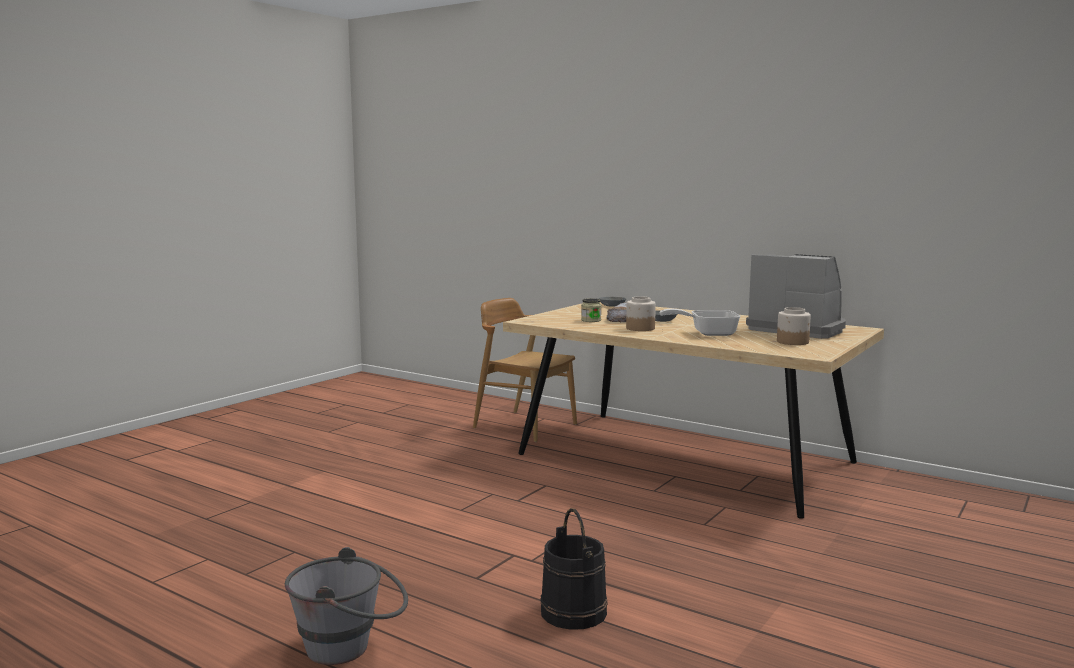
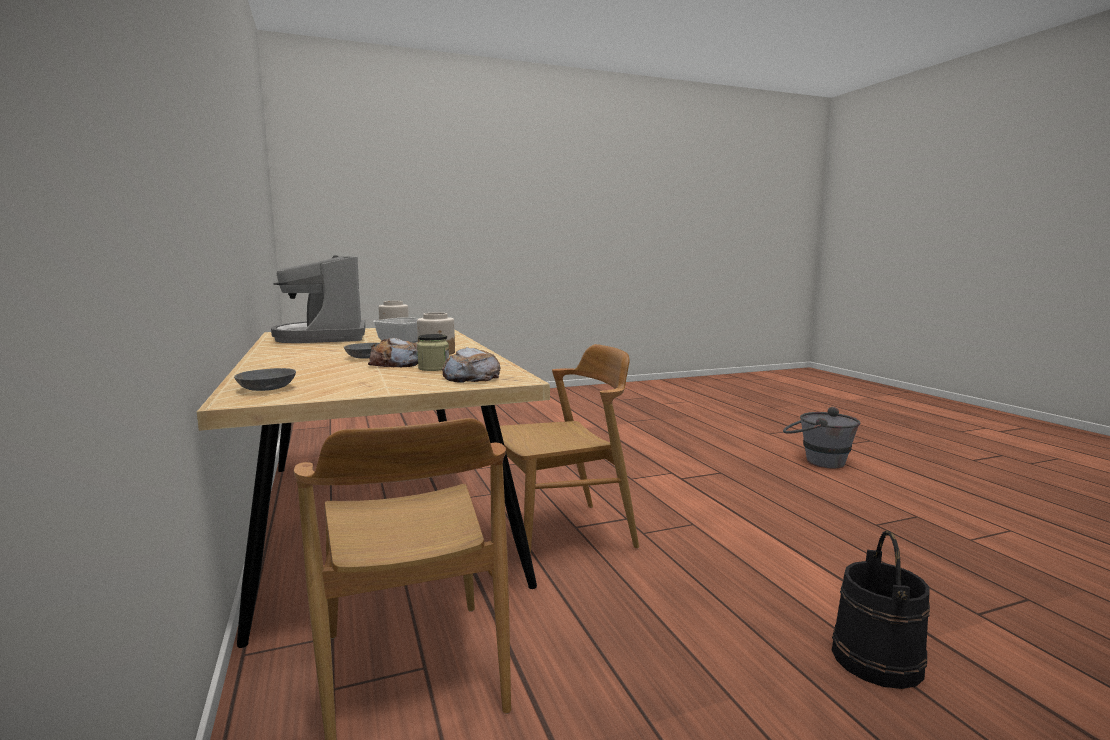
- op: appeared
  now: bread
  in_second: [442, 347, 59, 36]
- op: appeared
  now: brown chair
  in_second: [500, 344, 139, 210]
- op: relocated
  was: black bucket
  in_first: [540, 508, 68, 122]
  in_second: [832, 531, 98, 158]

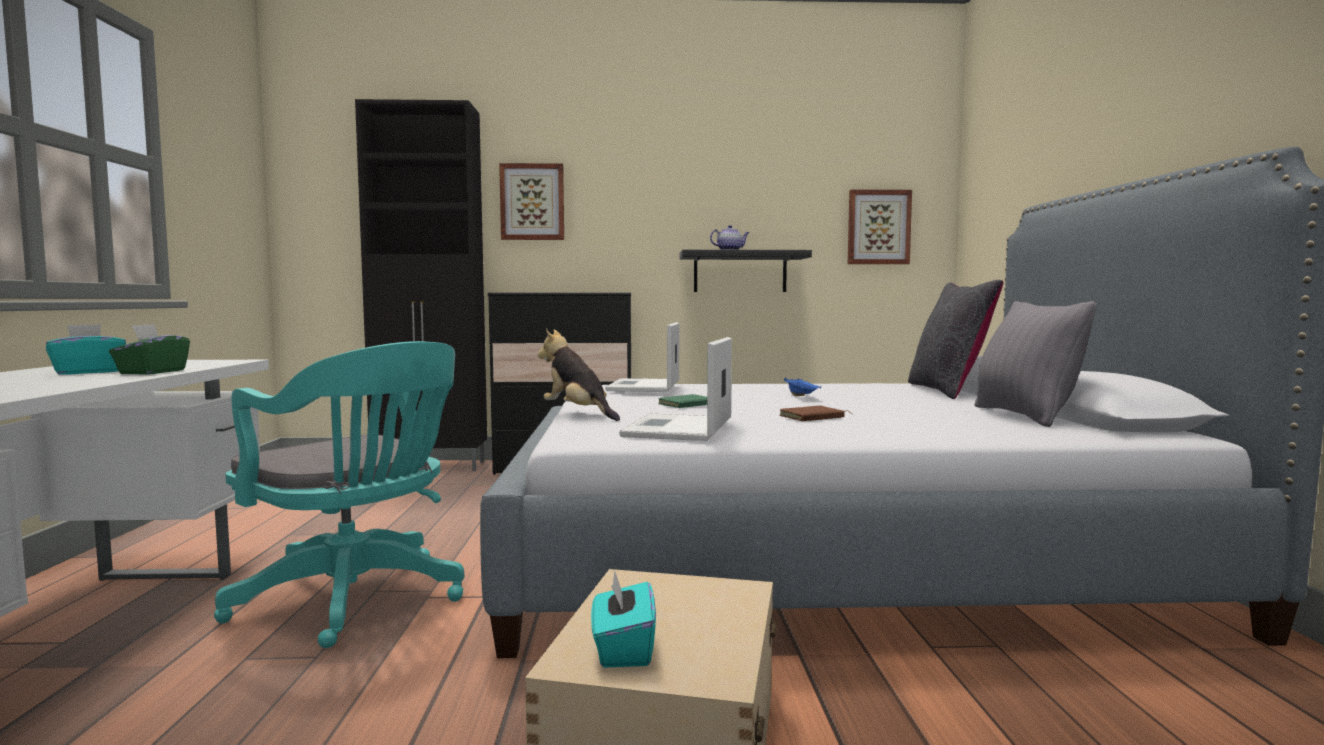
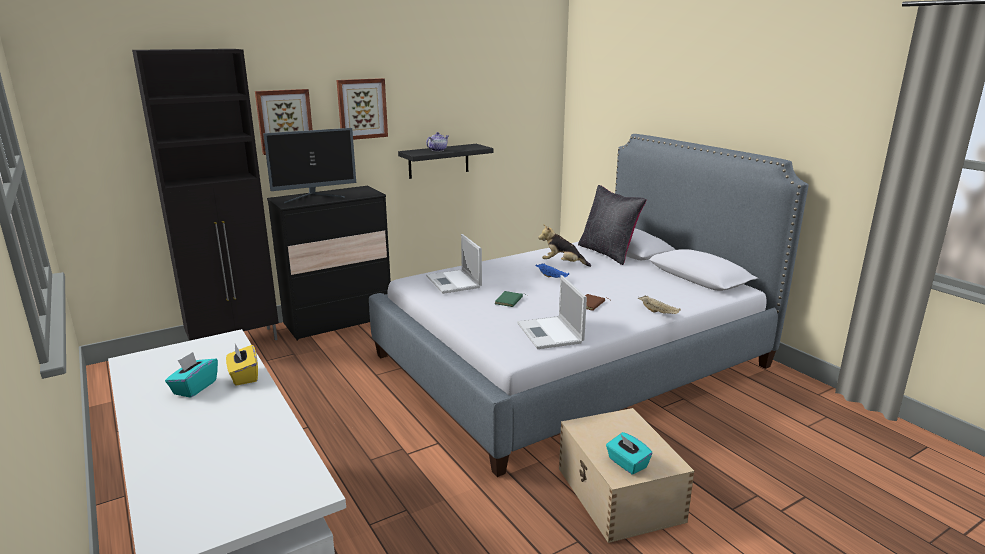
- op: missing
  was: turquoise office chair
  in_first: [214, 341, 250, 307]
- op: missing
  was: grey pillow
  in_first: [974, 301, 123, 126]
- op: appeared
  now: monitor
  in_second: [263, 128, 93, 75]
- op: appeared
  now: beige tray
  in_second: [638, 296, 43, 18]
- op: relocated
  was: plush toy
  in_first: [538, 328, 82, 93]
  in_second: [538, 224, 53, 43]
- op: relocated
  was: picture
  in_first: [848, 190, 64, 74]
  in_second: [337, 78, 51, 62]
- op: colour
  was: green tissue box
  now: yellow tissue box
  in_first: [109, 324, 81, 50]
  in_second: [226, 344, 32, 42]

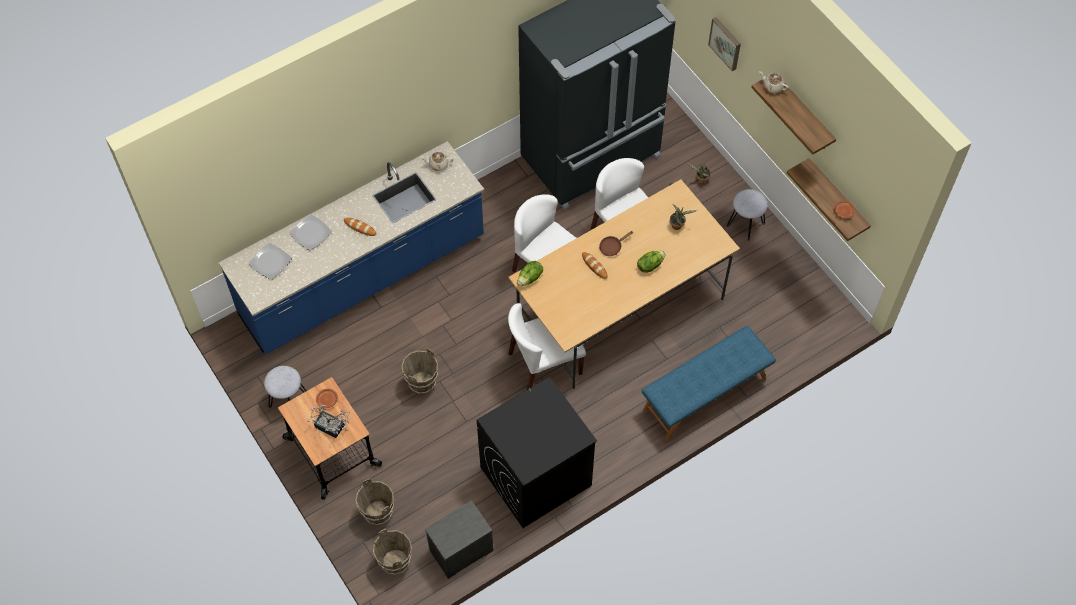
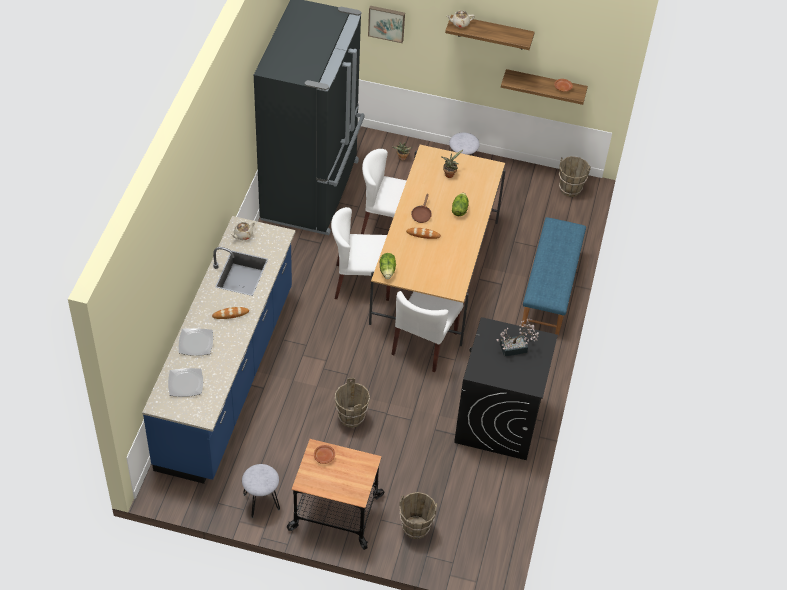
- op: missing
  was: nightstand
  in_first: [425, 500, 69, 79]
- op: relocated
  was: potted plant
  in_first: [307, 405, 43, 33]
  in_second: [496, 319, 43, 38]
- op: relocated
  was: brown bucket
  in_first: [373, 528, 39, 47]
  in_second: [559, 156, 32, 41]

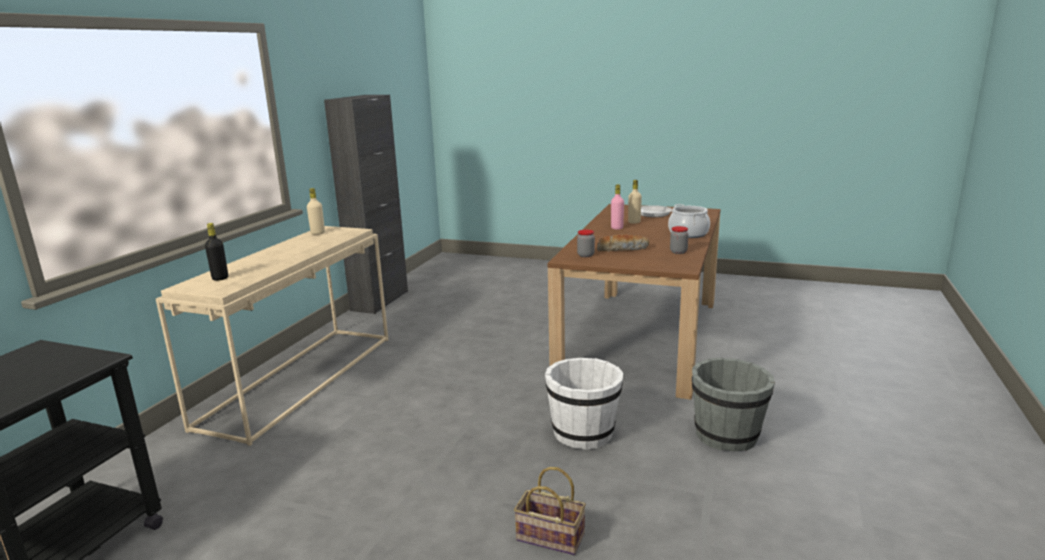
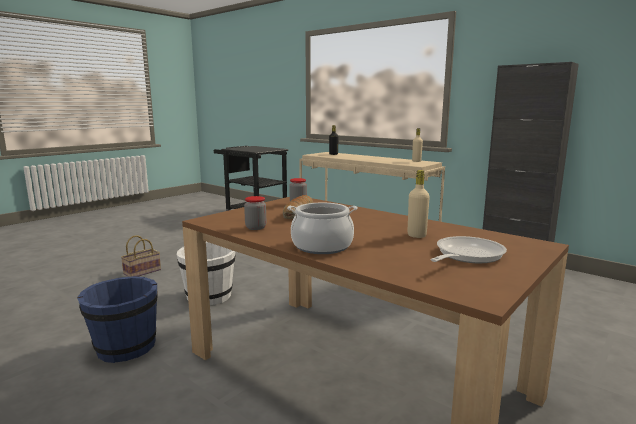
- op: missing
  was: pink bottle
  in_first: [611, 184, 13, 46]
- op: colour
  was: grey bucket
  now: blue bucket
  in_first: [692, 357, 83, 94]
  in_second: [77, 276, 81, 87]

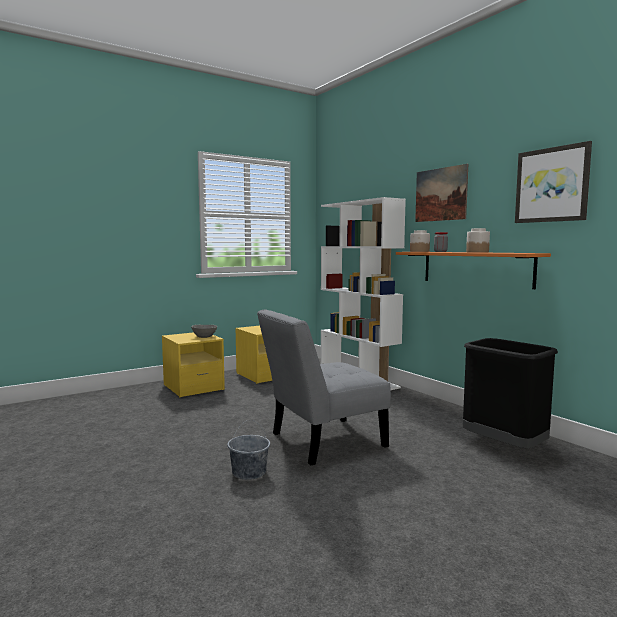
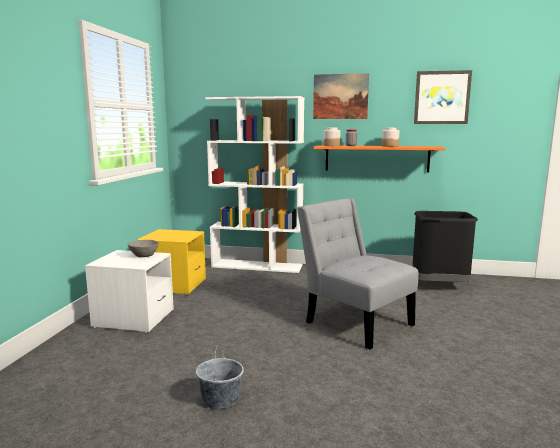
- op: relocated
  was: grey bucket
  in_first: [227, 420, 43, 60]
  in_second: [195, 345, 49, 64]
- op: colour
  was: yellow nightstand
  now: white nightstand
  in_first: [162, 332, 63, 66]
  in_second: [85, 250, 89, 83]
- op: spun
  was: grey chair
  in_first: [257, 309, 134, 157]
  in_second: [297, 198, 121, 152]
  clockwise: 120

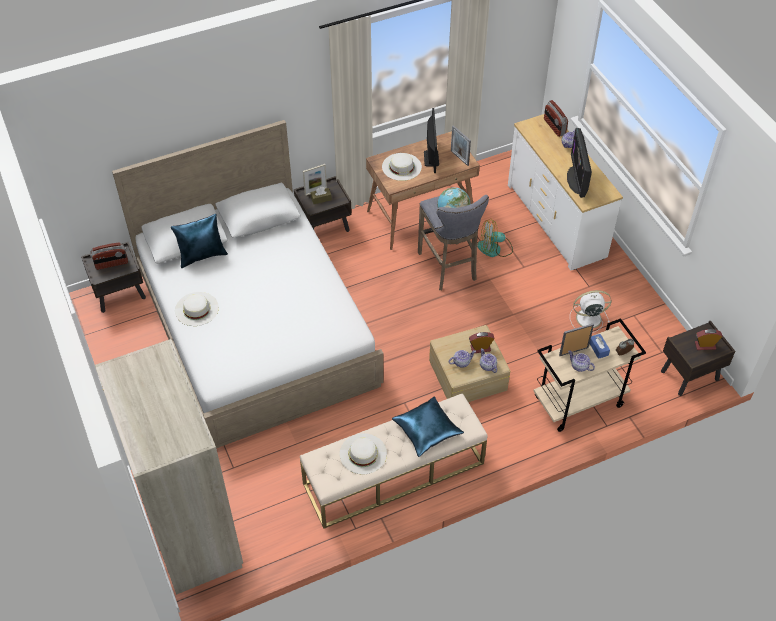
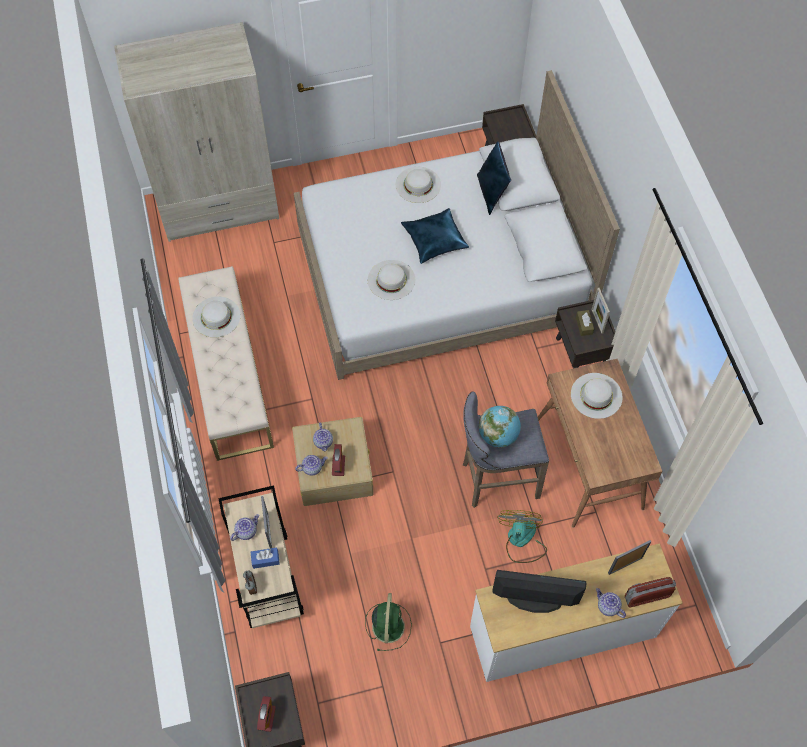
- op: missing
  was: radio
  in_first: [90, 242, 38, 28]
- op: missing
  was: monitor
  in_first: [424, 108, 15, 65]
- op: appeared
  now: white hat
  in_second: [368, 260, 47, 40]
- op: relocated
  was: blue pillow
  in_first: [392, 396, 72, 61]
  in_second: [401, 208, 68, 56]
- op: relocated
  was: picture frame
  in_first: [451, 125, 20, 41]
  in_second: [608, 540, 44, 35]
- op: colour
  was: white fan
  now: green fan
  in_first: [570, 290, 42, 43]
  in_second: [365, 593, 47, 58]

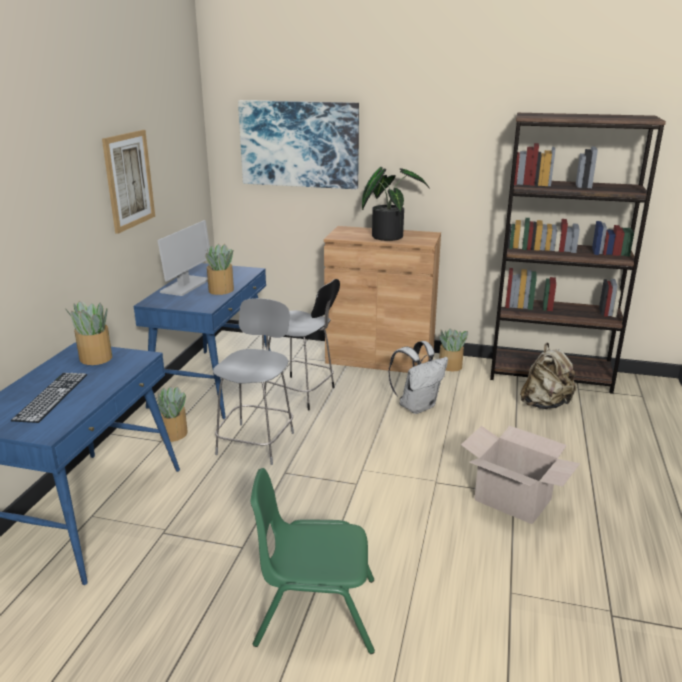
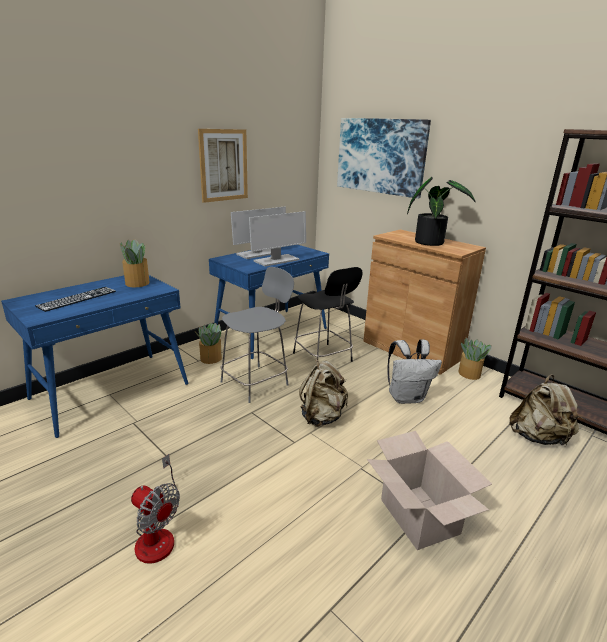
- op: appeared
  now: beige backpack
  in_second: [299, 358, 49, 69]
- op: exchanged
  was: potted plant
  now: monitor
  in_first: [205, 244, 29, 51]
  in_second: [249, 211, 57, 56]
- op: exchanged
  was: green chair
  now: fan
  in_first: [251, 468, 124, 186]
  in_second: [131, 454, 49, 110]

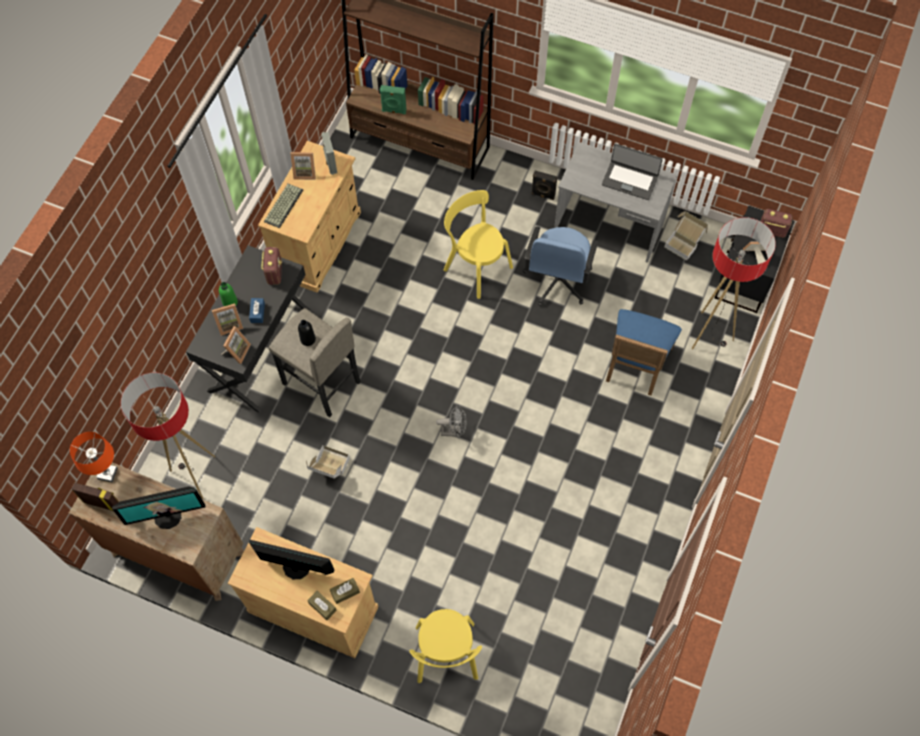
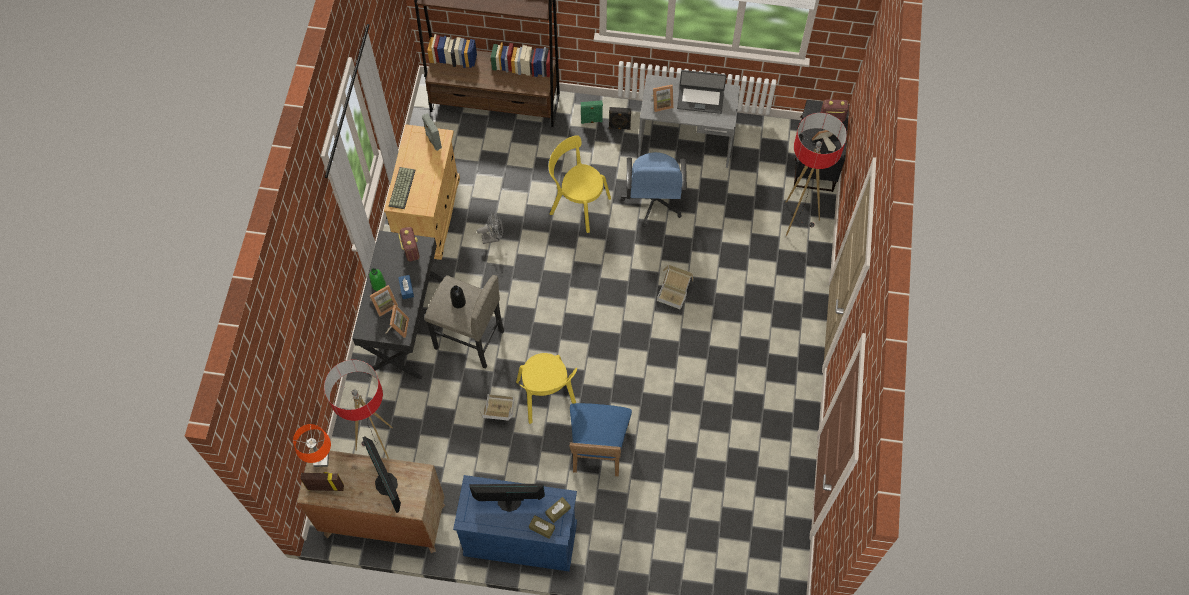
- op: relocated
  was: picture frame
  in_first: [290, 152, 26, 28]
  in_second: [651, 85, 23, 27]
- op: relocated
  was: green speaker
  in_first: [380, 85, 26, 29]
  in_second: [581, 100, 22, 24]
- op: relocated
  was: yellow chair
  in_first: [409, 609, 73, 74]
  in_second: [516, 353, 61, 71]
- op: relocated
  was: grey fan
  in_first: [436, 405, 31, 33]
  in_second: [477, 213, 26, 31]
- op: relocated
  was: blue chair
  in_first: [606, 309, 76, 87]
  in_second: [569, 403, 63, 73]
- op: relocated
  was: cardboard box
  in_first: [664, 211, 44, 50]
  in_second: [657, 265, 36, 45]
- op: colour
  was: beige cabinet
  now: blue cabinet
  in_first: [228, 527, 150, 131]
  in_second: [453, 475, 124, 96]
- op: spun
  was: monitor
  in_first: [112, 486, 94, 43]
  in_second: [362, 436, 39, 77]
  clockwise: 90

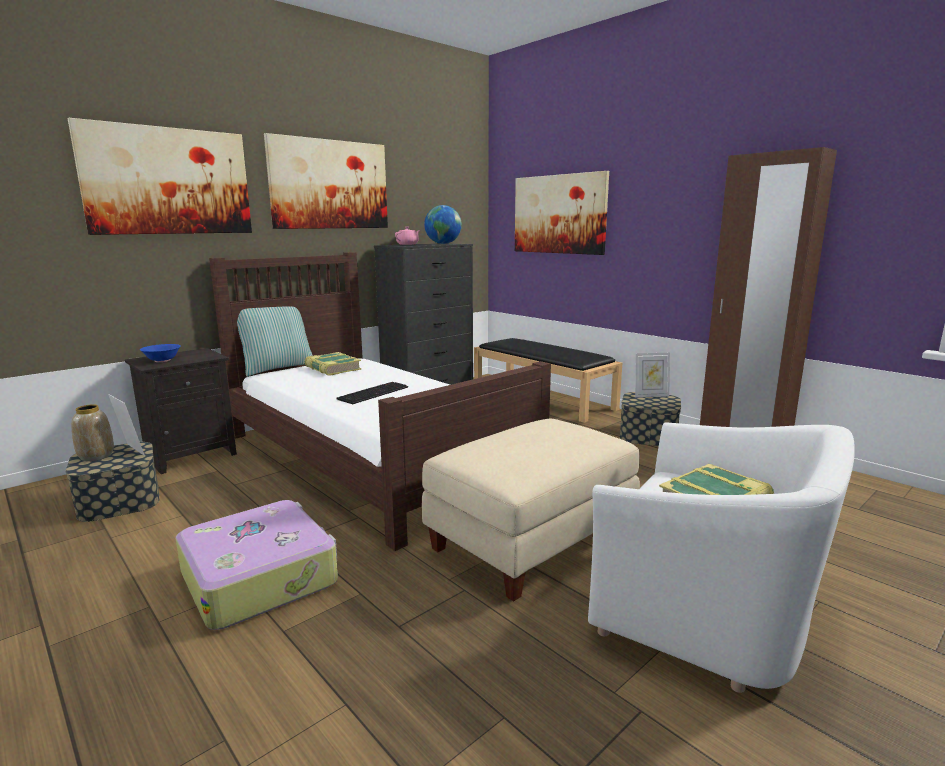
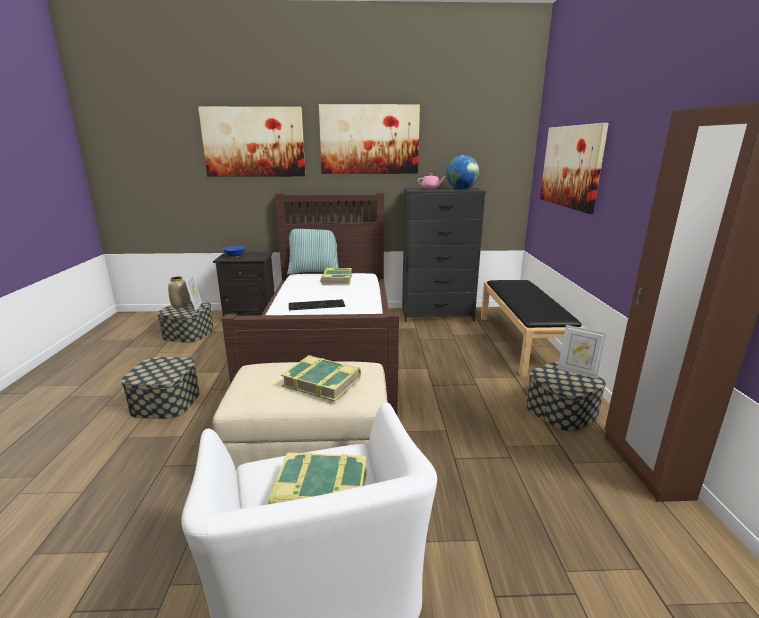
- op: appeared
  now: book
  in_second: [281, 355, 80, 47]
- op: exchanged
  was: suitcase
  now: storage box
  in_first: [176, 500, 162, 130]
  in_second: [121, 357, 79, 62]

